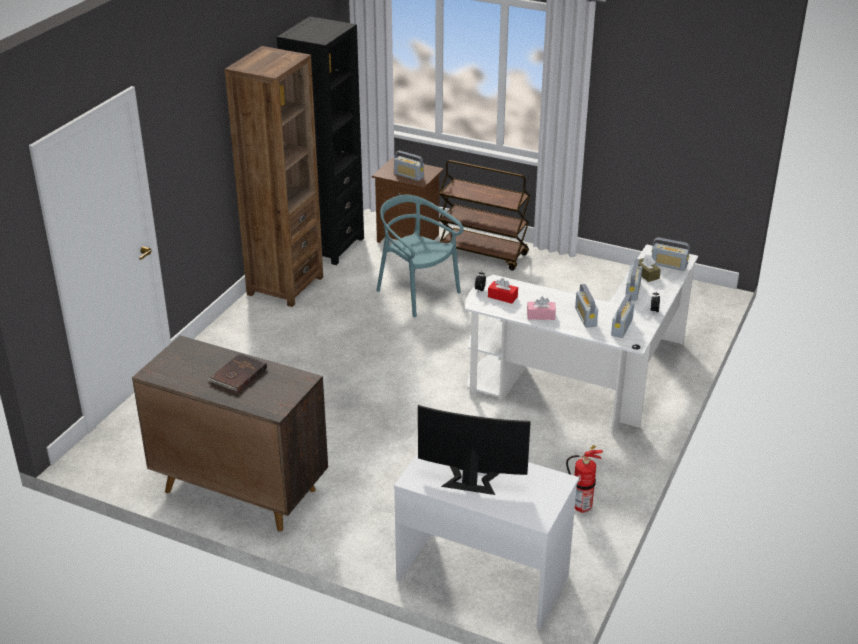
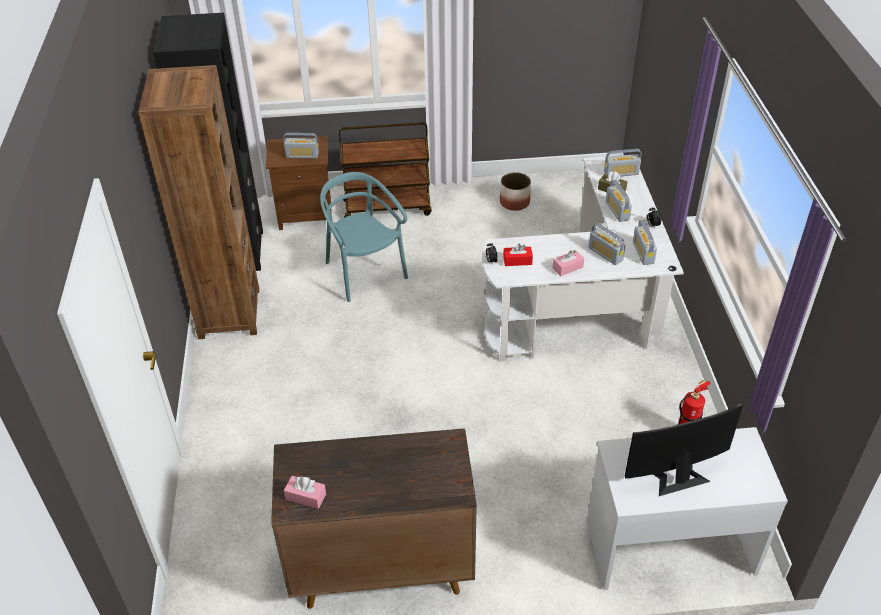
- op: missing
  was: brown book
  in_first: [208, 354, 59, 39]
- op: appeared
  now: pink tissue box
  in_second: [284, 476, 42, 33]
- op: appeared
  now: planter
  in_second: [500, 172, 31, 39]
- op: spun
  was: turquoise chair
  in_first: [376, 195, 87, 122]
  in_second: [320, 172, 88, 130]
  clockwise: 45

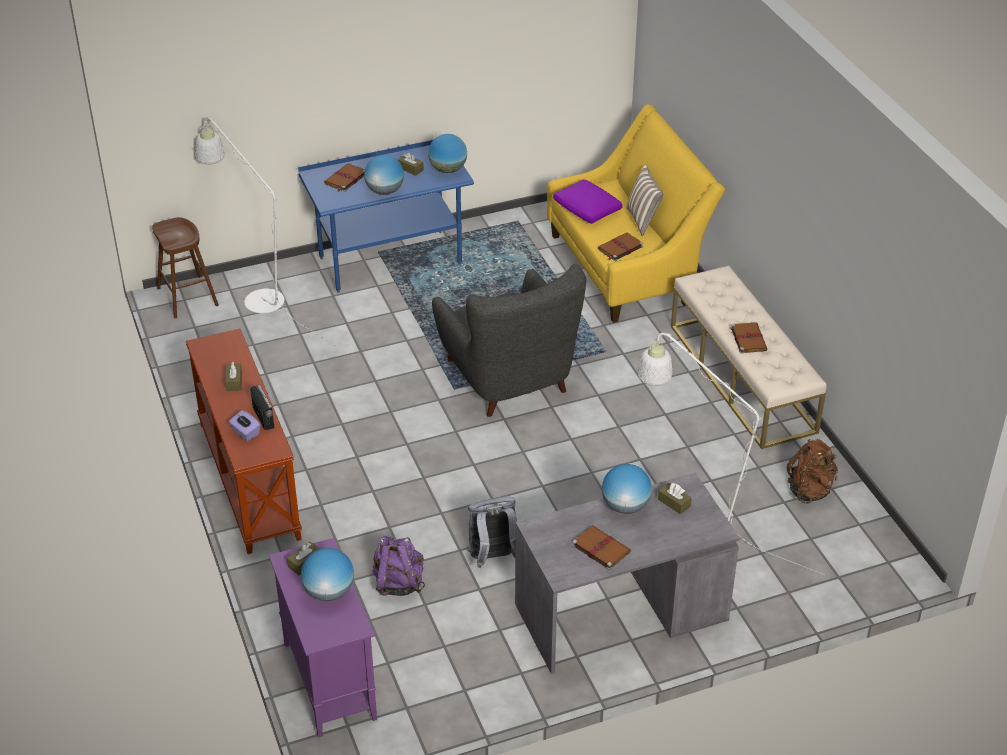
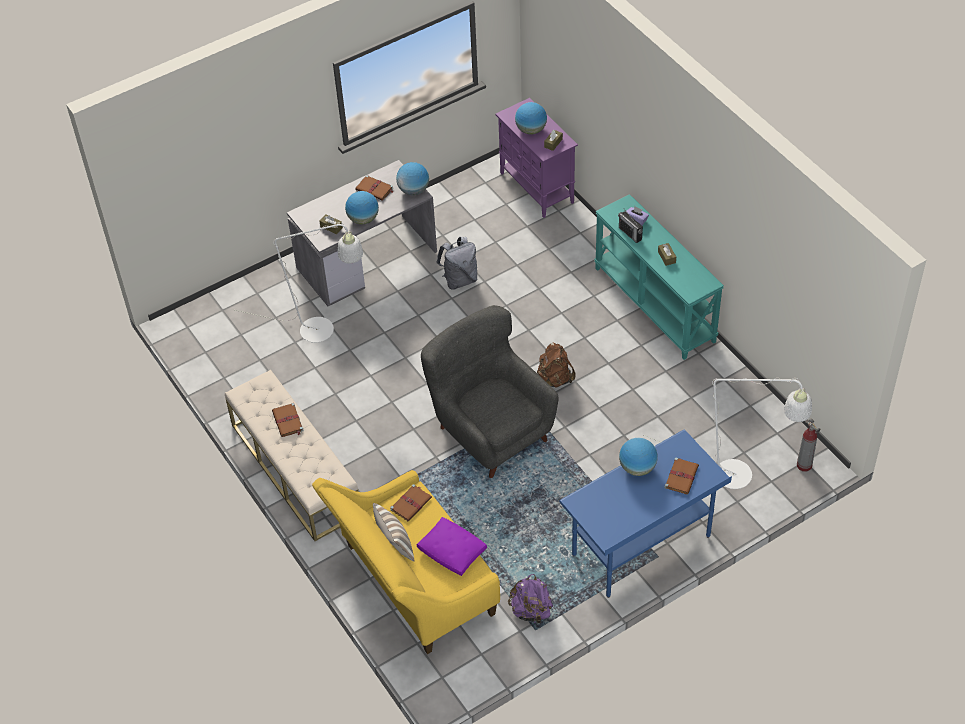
- op: missing
  was: brown tissue box
  in_first: [398, 152, 26, 24]
- op: relocated
  was: purple backpack
  in_first: [372, 536, 53, 60]
  in_second: [508, 574, 45, 52]
- op: relocated
  was: globe
  in_first: [428, 134, 39, 39]
  in_second: [396, 162, 33, 33]
- op: relocated
  was: brown backpack
  in_first: [787, 439, 51, 65]
  in_second: [537, 343, 38, 45]
- op: exchanged
  was: brown stool
  now: fire extinguisher
  in_first: [152, 217, 67, 101]
  in_second: [797, 419, 23, 53]
- op: colour
  was: brown console table
  now: turquoise console table
  in_first: [186, 329, 116, 225]
  in_second: [594, 194, 130, 166]

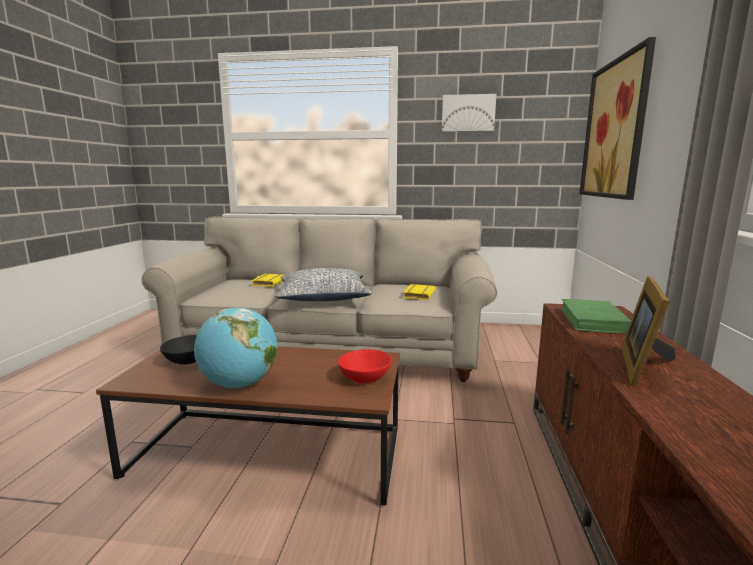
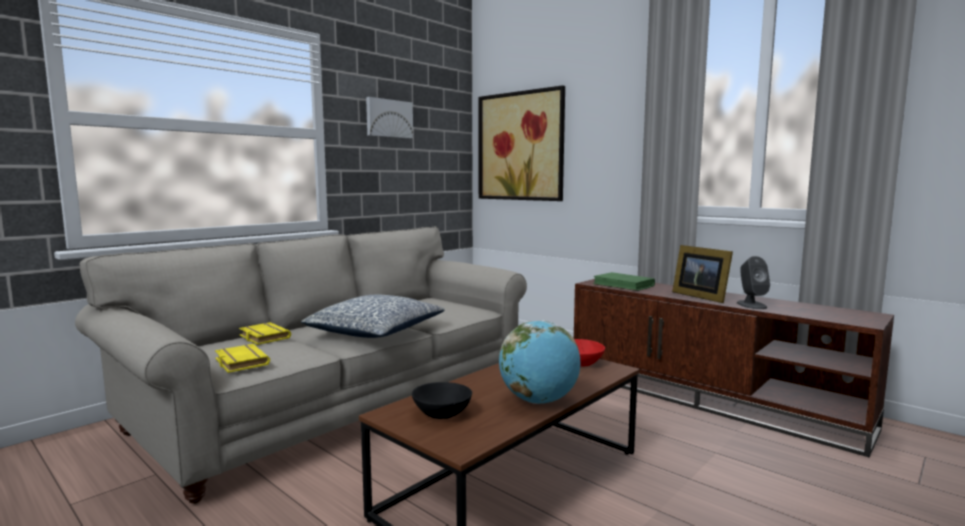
- op: appeared
  now: grey speaker
  in_second: [737, 256, 33, 53]
- op: relocated
  was: yellow book
  in_first: [403, 284, 33, 16]
  in_second: [215, 344, 55, 29]

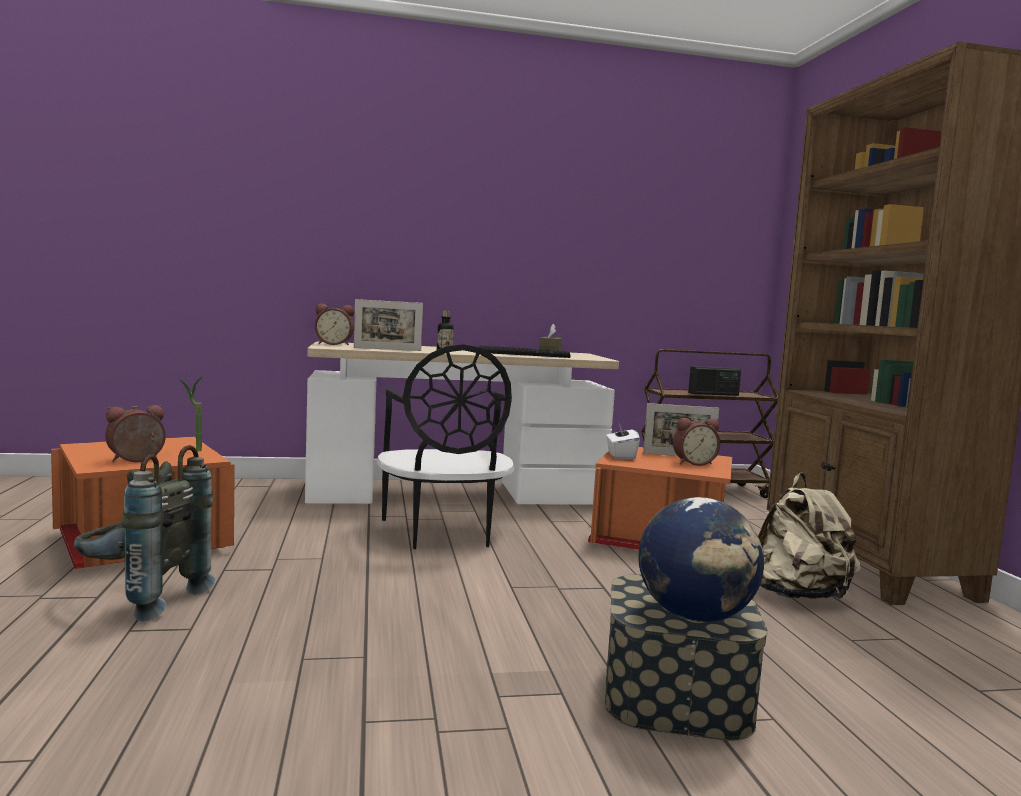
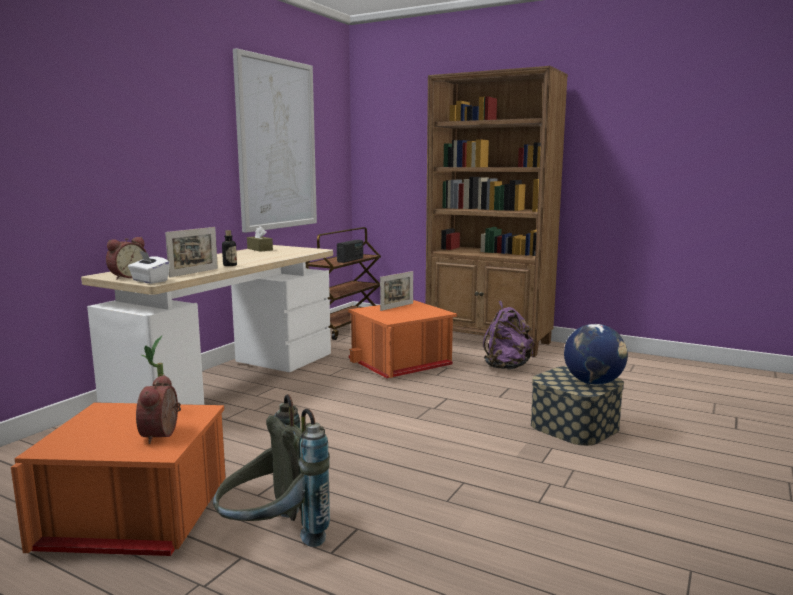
- op: missing
  was: black chair
  in_first: [377, 344, 137, 205]
- op: missing
  was: keyboard
  in_first: [478, 345, 93, 13]
- op: missing
  was: alarm clock
  in_first: [673, 418, 47, 48]
- op: appeared
  now: picture
  in_second: [233, 48, 84, 185]
- op: relocated
  was: white tissue box
  in_first: [606, 422, 34, 37]
  in_second: [128, 251, 42, 33]
- op: colour
  was: beige backpack
  now: purple backpack
  in_first: [758, 473, 103, 126]
  in_second: [483, 301, 51, 68]

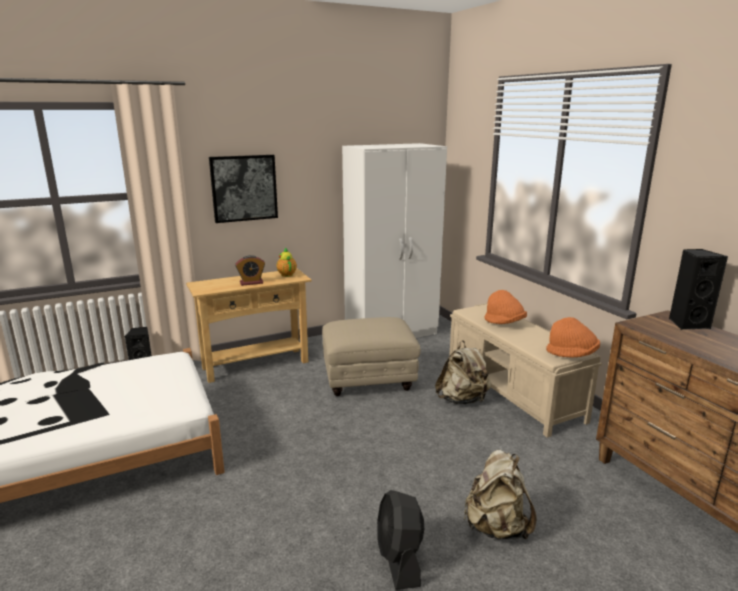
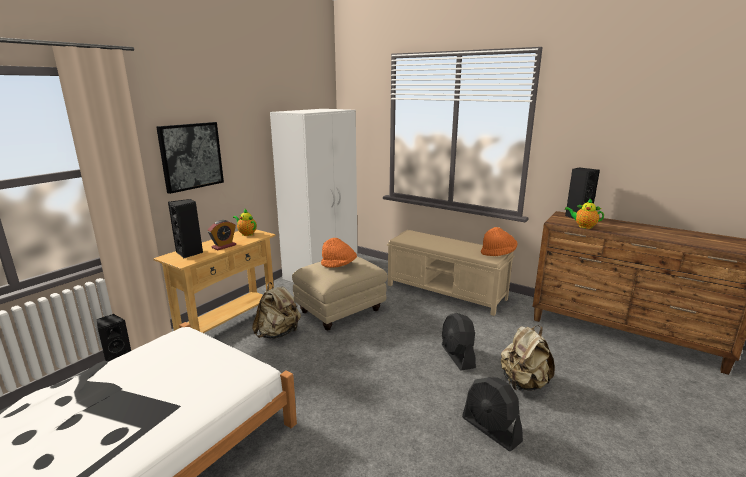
- op: appeared
  now: black speaker
  in_second: [168, 199, 35, 60]
- op: appeared
  now: black fan
  in_second: [442, 313, 34, 58]
- op: appeared
  now: teapot
  in_second: [565, 199, 39, 30]
- op: relocated
  was: beige backpack
  in_first: [435, 340, 56, 64]
  in_second: [252, 282, 49, 57]
- op: relocated
  was: orange hat
  in_first: [484, 290, 43, 34]
  in_second: [321, 238, 36, 30]

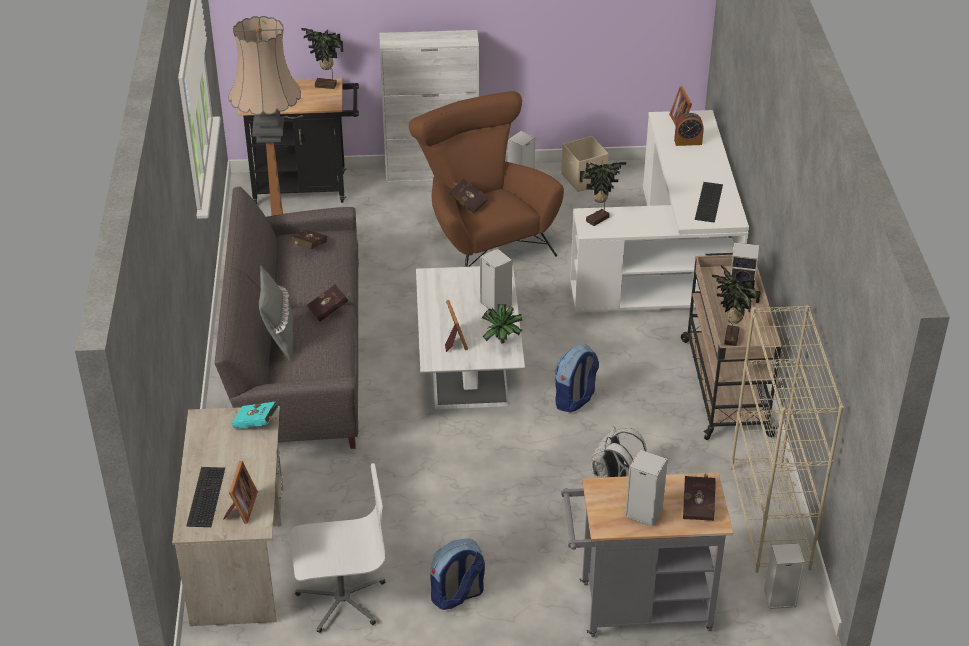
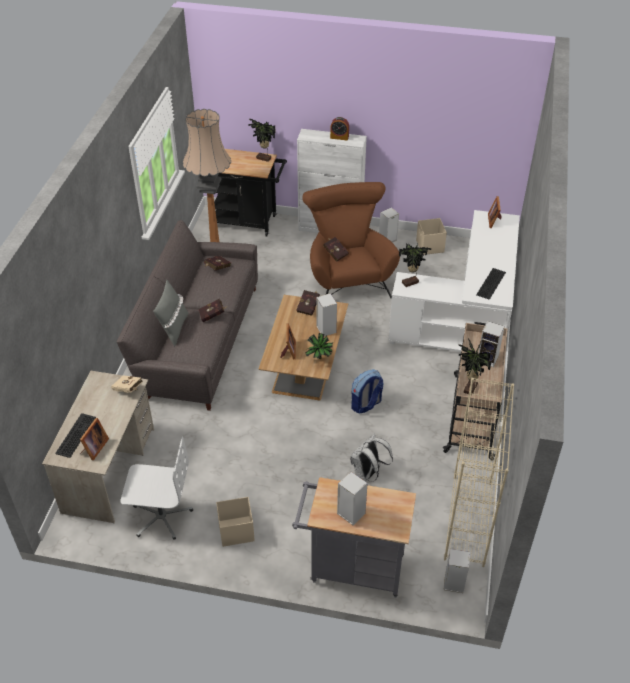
- op: relocated
  was: alarm clock
  in_first: [674, 113, 30, 33]
  in_second: [330, 117, 19, 23]
- op: relocated
  was: red book
  in_first: [683, 473, 33, 48]
  in_second: [296, 290, 24, 26]
- op: exchanged
  was: backpack
  now: beige storage box
  in_first: [430, 538, 55, 72]
  in_second: [216, 497, 39, 50]
- op: colour
  was: turquoise book
  now: beige book
  in_first: [232, 402, 46, 27]
  in_second: [111, 375, 32, 18]
- op: colour
  was: white coffee table
  now: brown coffee table
  in_first: [416, 265, 109, 144]
  in_second: [259, 295, 89, 105]

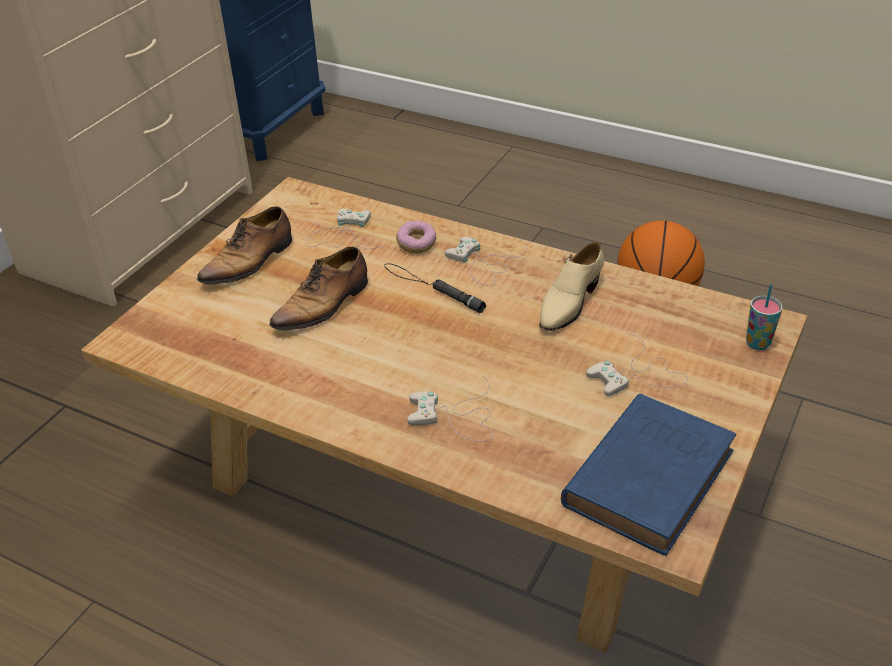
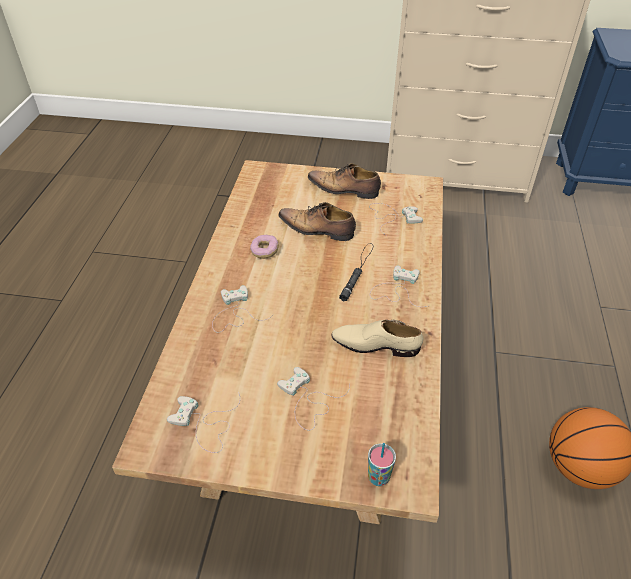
- op: relocated
  was: donut
  in_first: [396, 220, 40, 34]
  in_second: [250, 235, 29, 24]
- op: exchanged
  was: blue book
  now: white game controller
  in_first: [561, 394, 175, 162]
  in_second: [167, 392, 73, 61]

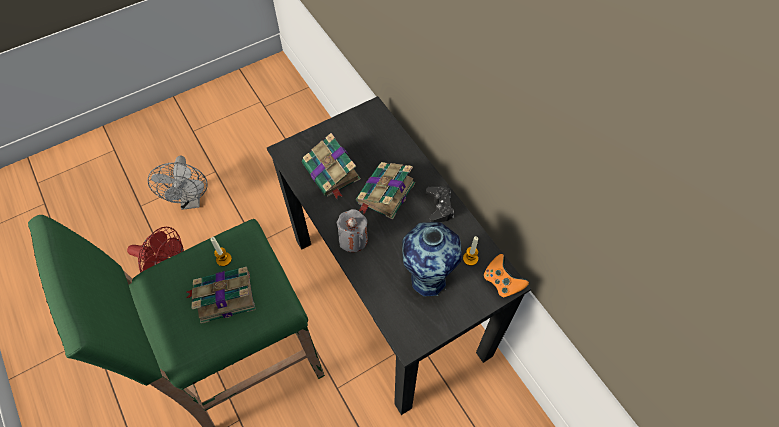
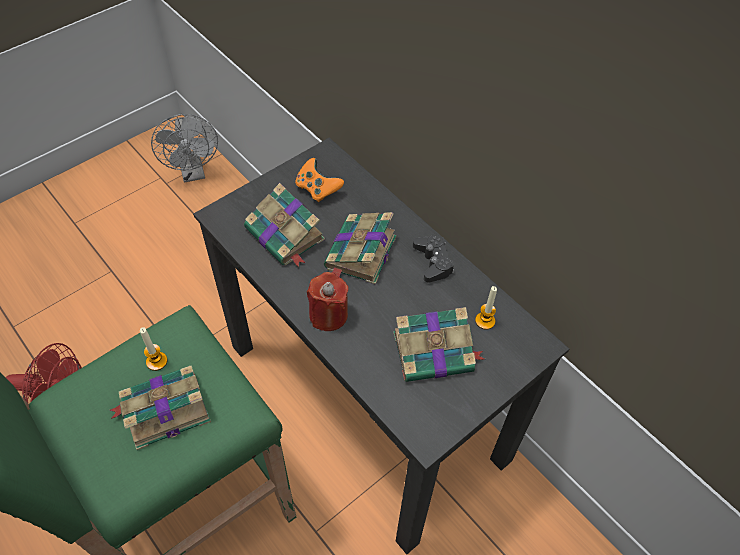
- op: relocated
  was: grey fan
  in_first: [148, 155, 60, 55]
  in_second: [151, 114, 67, 69]
- op: relocated
  was: orange game controller
  in_first: [484, 254, 45, 43]
  in_second: [295, 158, 49, 44]
- op: exchanged
  was: vase
  now: book
  in_first: [402, 222, 60, 74]
  in_second: [393, 307, 92, 75]
- op: colour
  was: grey candle
  now: red candle
  in_first: [336, 209, 32, 43]
  in_second: [307, 272, 42, 59]

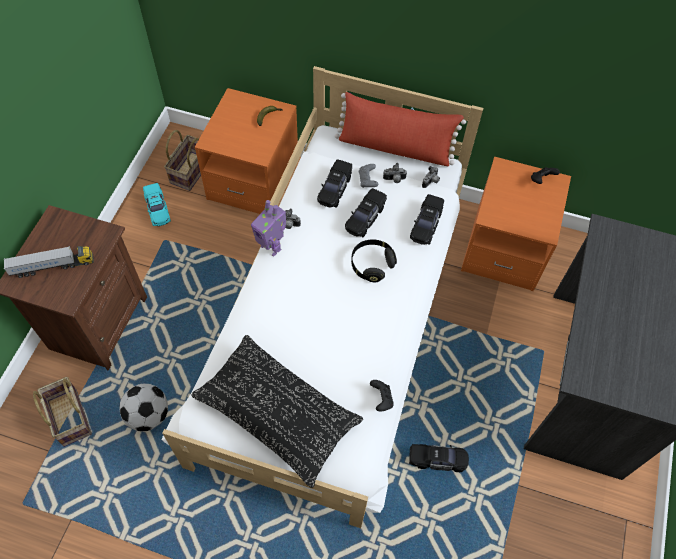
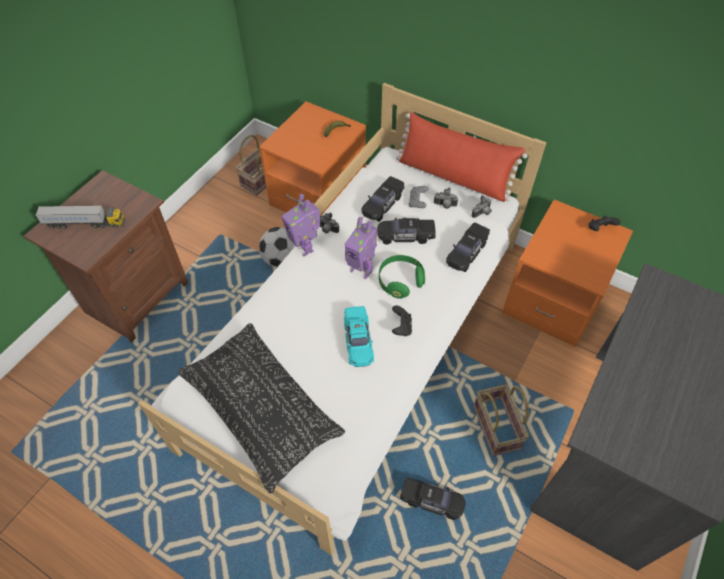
- op: appeared
  now: toy robot
  in_second: [345, 217, 32, 62]
- op: relocated
  was: basket
  in_first: [33, 377, 59, 70]
  in_second: [473, 384, 56, 72]
- op: relocated
  was: football
  in_first: [119, 384, 49, 47]
  in_second: [259, 227, 36, 40]
- op: relocated
  was: turquoise toy car
  in_first: [143, 183, 28, 43]
  in_second: [344, 306, 30, 61]
- op: relocated
  was: black game controller
  in_first: [370, 380, 24, 32]
  in_second: [392, 305, 20, 31]
- op: colour
  was: black headphones
  now: green headphones
  in_first: [351, 239, 46, 43]
  in_second: [379, 255, 46, 44]
- op: spun
  was: black toy car
  in_first: [345, 188, 42, 49]
  in_second: [377, 217, 59, 27]
  clockwise: 45

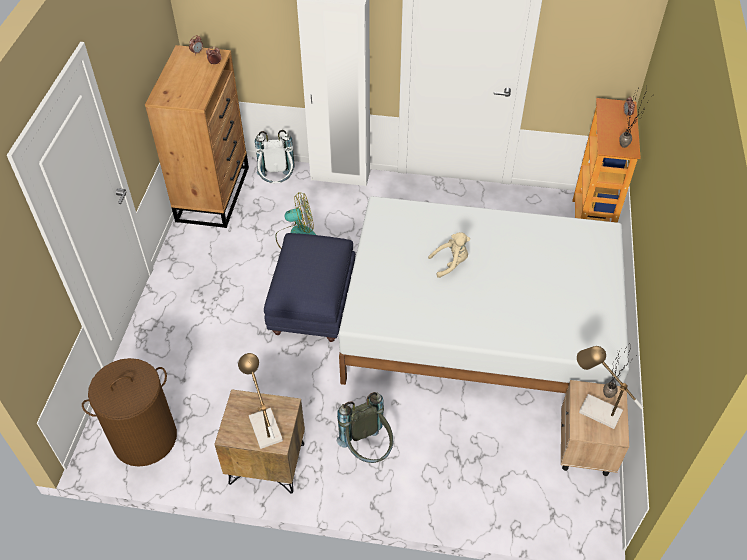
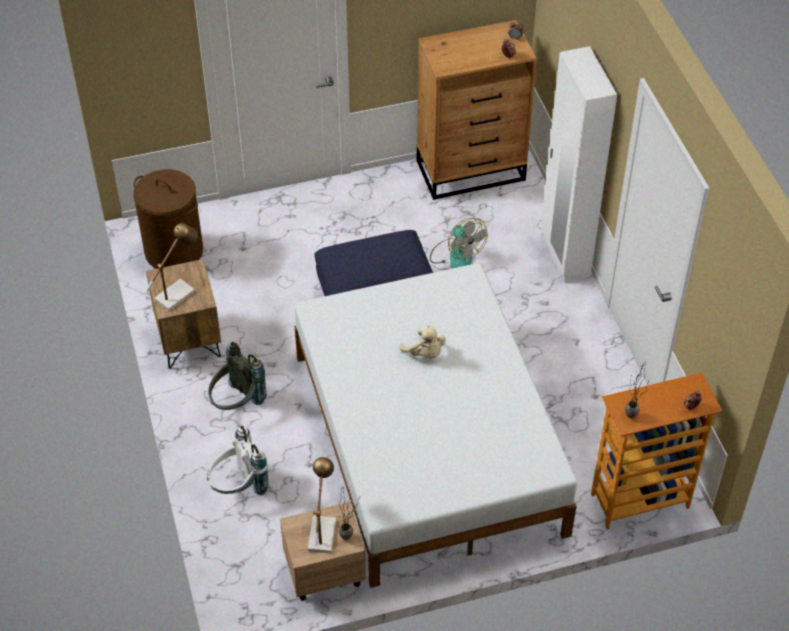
- op: relocated
  was: white backpack
  in_first: [255, 130, 40, 54]
  in_second: [207, 426, 62, 69]

